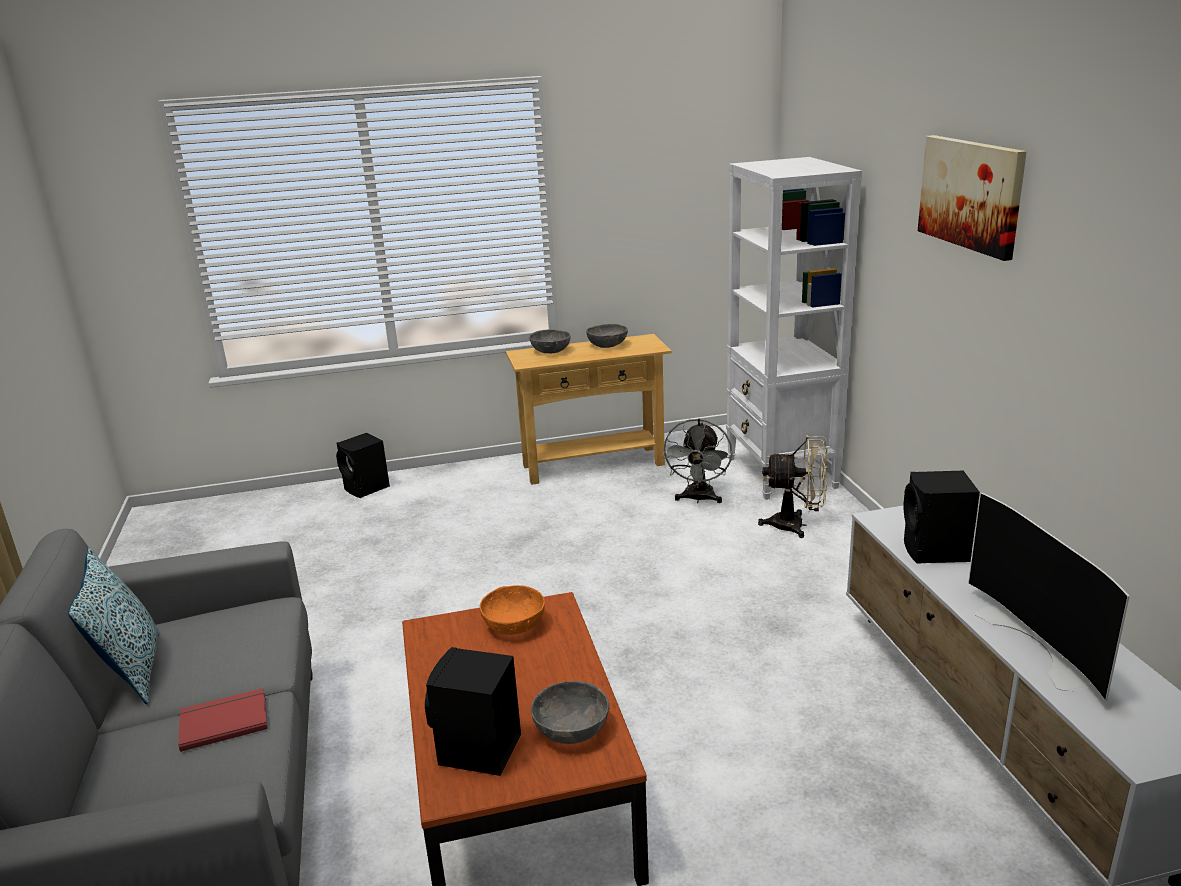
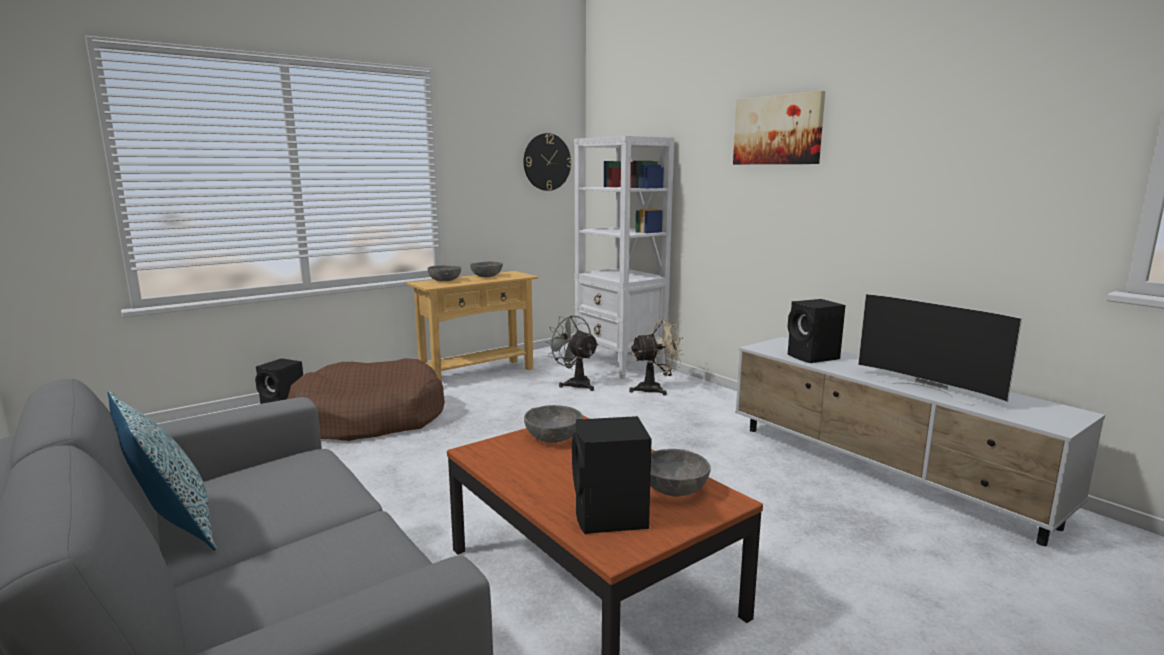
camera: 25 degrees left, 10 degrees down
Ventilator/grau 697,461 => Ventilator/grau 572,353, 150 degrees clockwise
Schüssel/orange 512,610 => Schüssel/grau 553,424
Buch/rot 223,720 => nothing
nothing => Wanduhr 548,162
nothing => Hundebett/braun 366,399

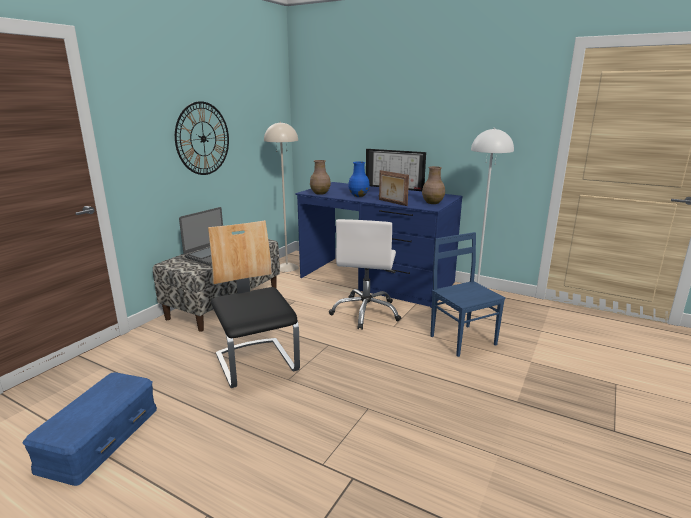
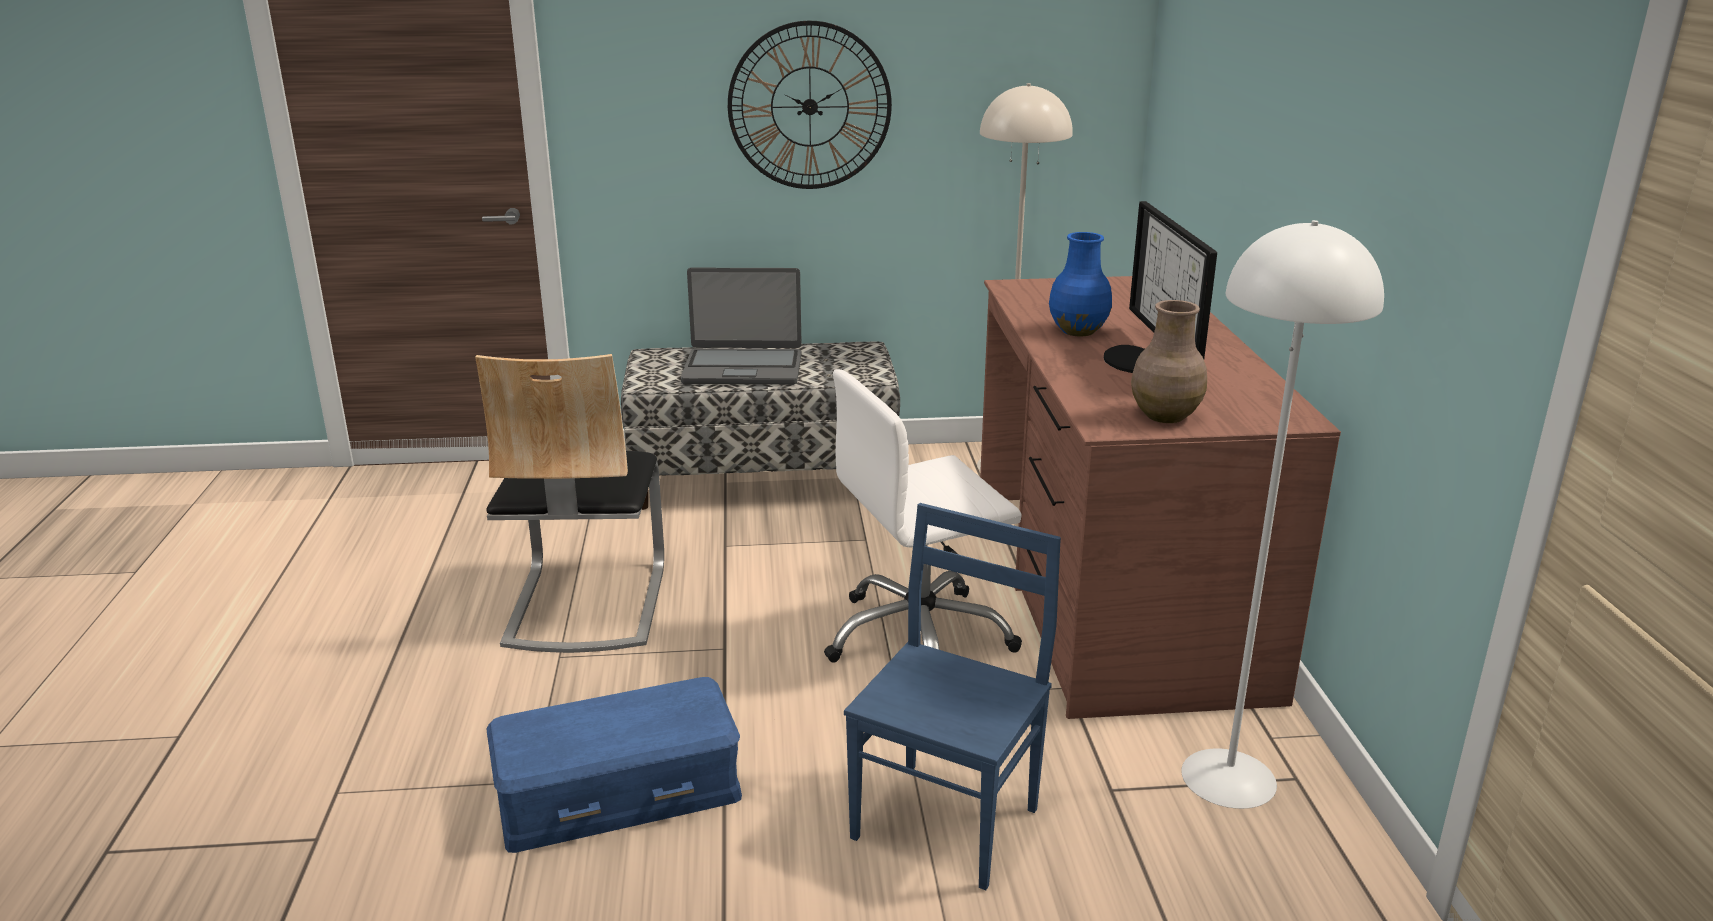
camera: 55 degrees right, 5 degrees up
Vase/braun 320,177 => nothing
Bilderrahmen 394,188 => nothing
Schreibtisch/blau 379,245 => Schreibtisch/braun 1160,497
Stuhl 254,304 => Stuhl 569,503, 150 degrees clockwise
Aufbewahrungsbox/blau 89,429 => Aufbewahrungsbox/blau 614,765, shifted

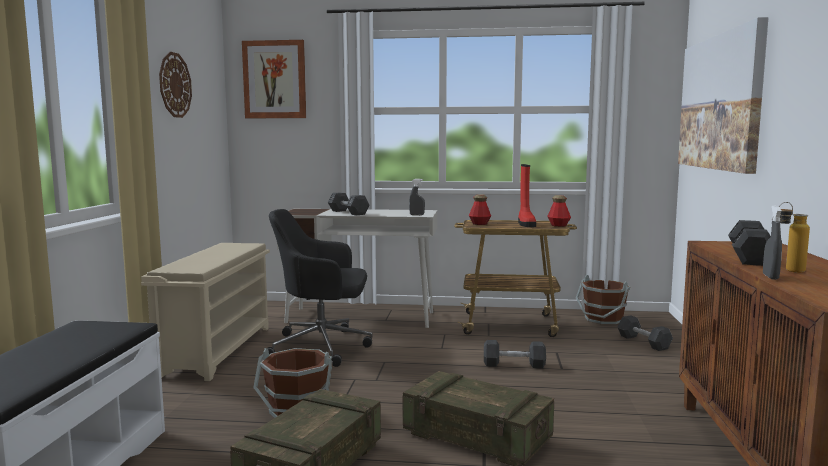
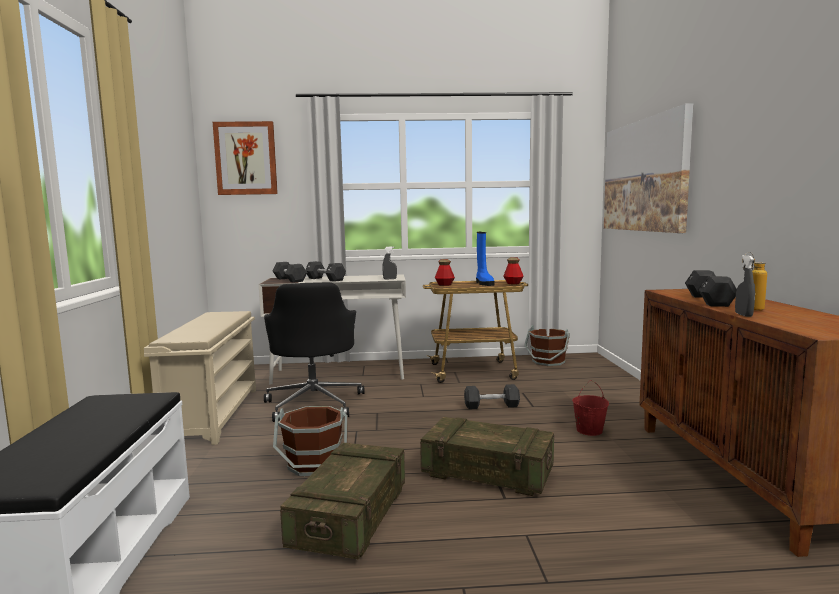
camera: 10 degrees left, 0 degrees up
Wanduhr 175,85 => nothing
Stiefel/rot 527,195 => Stiefel/blau 485,259
Bürostuhl/schwarz 320,288 => Bürostuhl/schwarz 314,352, 90 degrees counterclockwise
Hantel/schwarz 645,333 => Hantel/schwarz 290,272, shifted
nothing => Eimer/rot 590,408

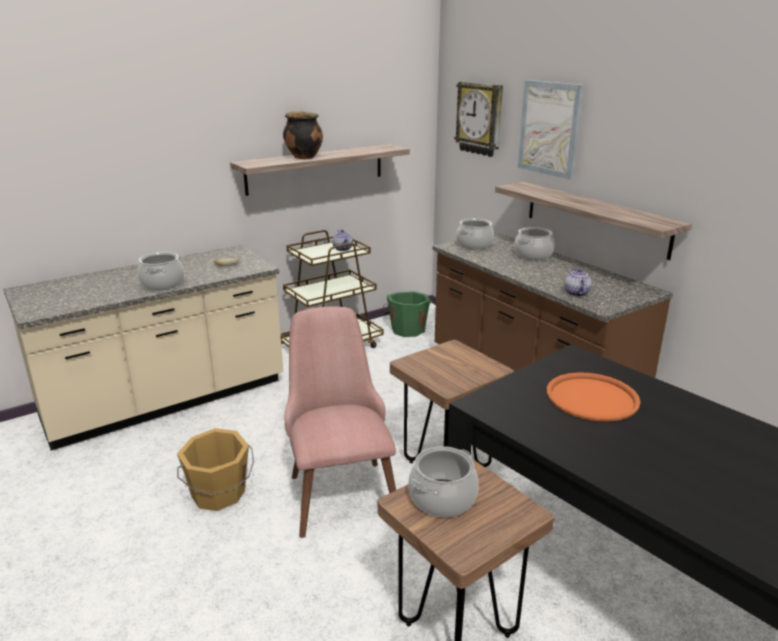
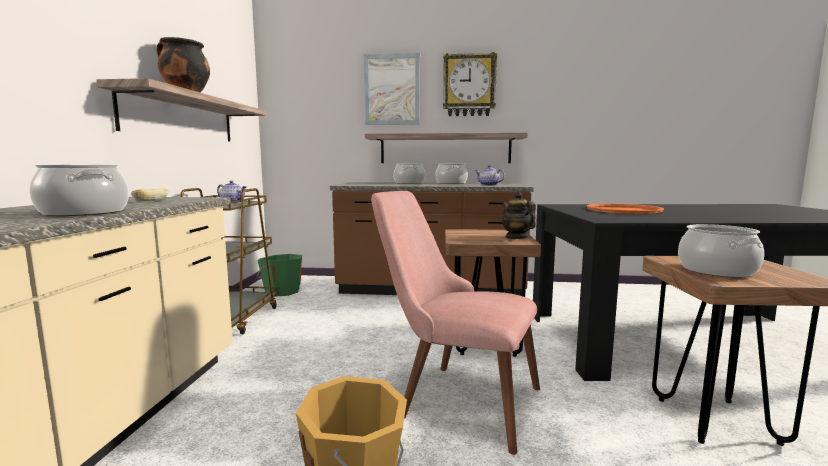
camera: 50 degrees left, 15 degrees down
Wanduhr 478,119 => Wanduhr 470,84, shifted
Kochtopf 475,234 => Kochtopf 451,174, shifted
nothing => Teekanne 519,215

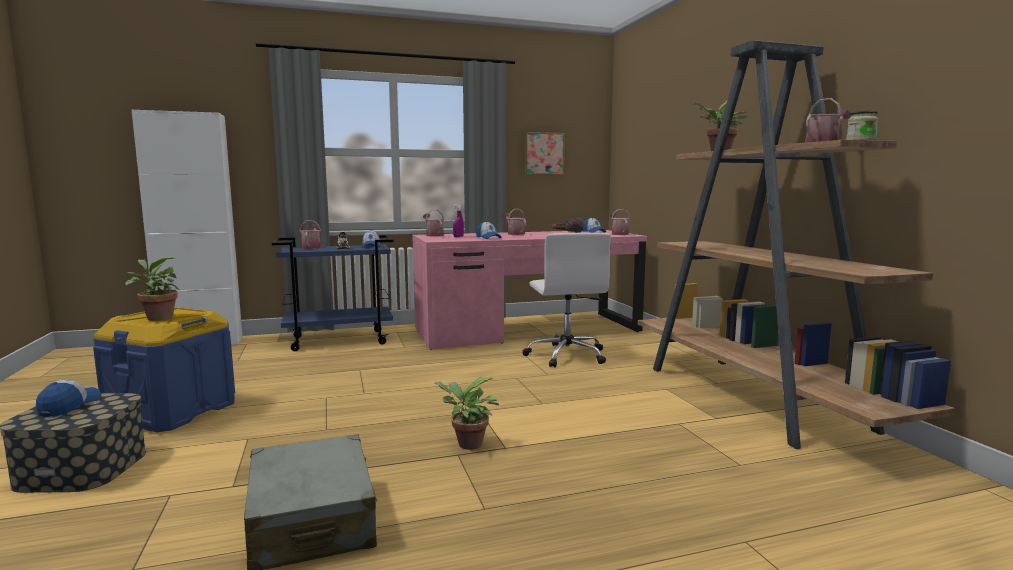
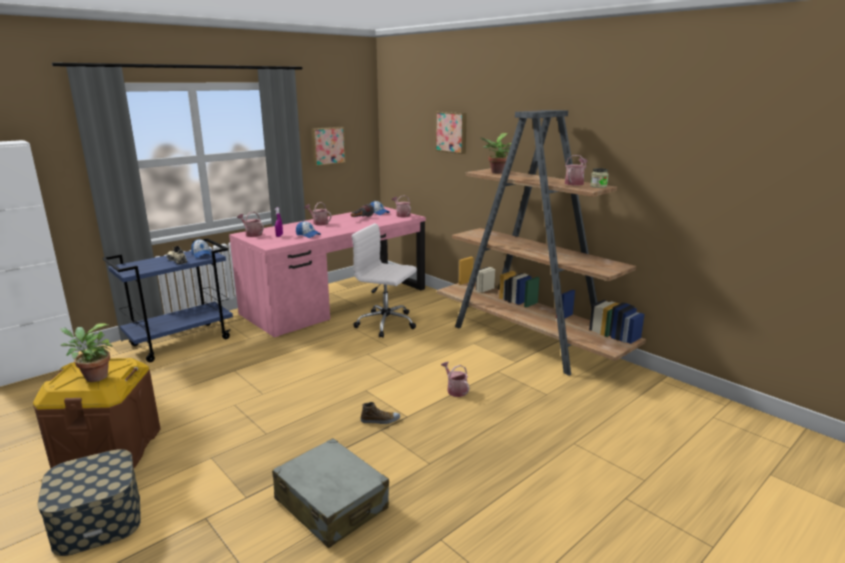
camera: 25 degrees left, 10 degrees up
Gießkanne 310,234 => Gießkanne 455,379, shifted
Bürostuhl/weiß 566,299 => Bürostuhl/weiß 384,280, 150 degrees clockwise
Aufbewahrungsbox/blau 164,369 => Aufbewahrungsbox/braun 97,413
Topfpflanze 467,413 => Schuh 380,413
Kappe 68,398 => nothing
nothing => Bild 451,132

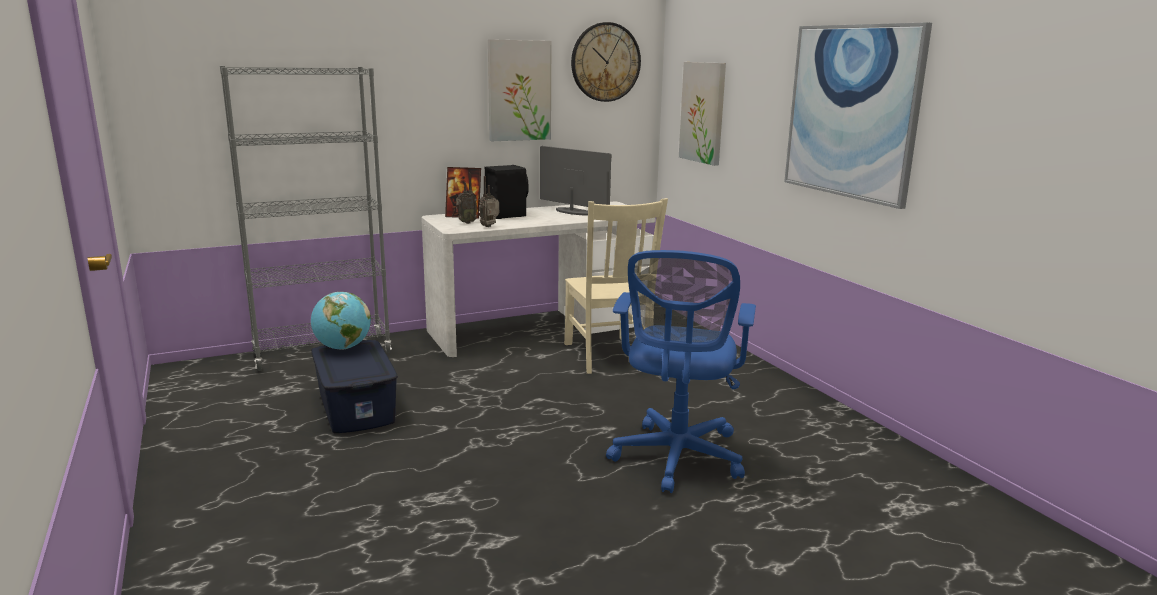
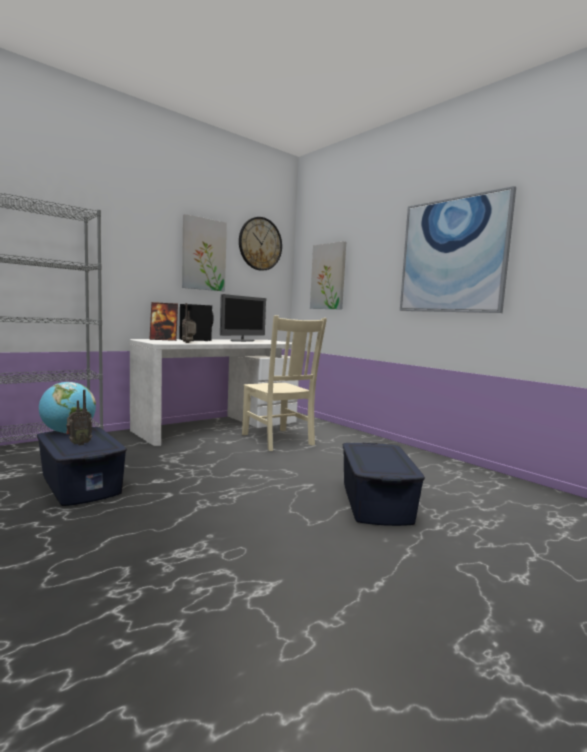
camera: 15 degrees left, 10 degrees down
Monitor 575,180 => Monitor 243,318, 105 degrees clockwise
Radio 466,198 => Radio 79,418, shifted
Bürostuhl/blau 681,371 => Aufbewahrungsbox/blau 384,484

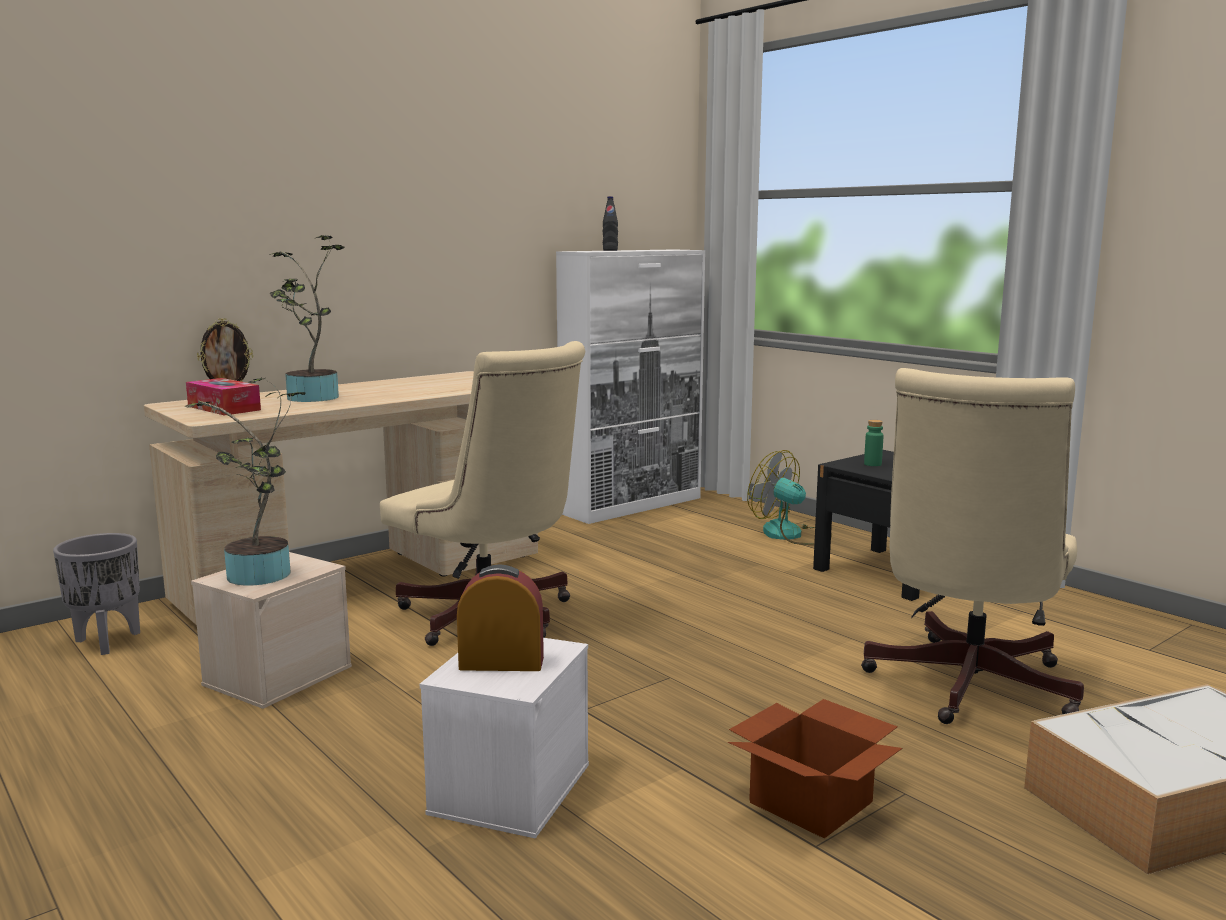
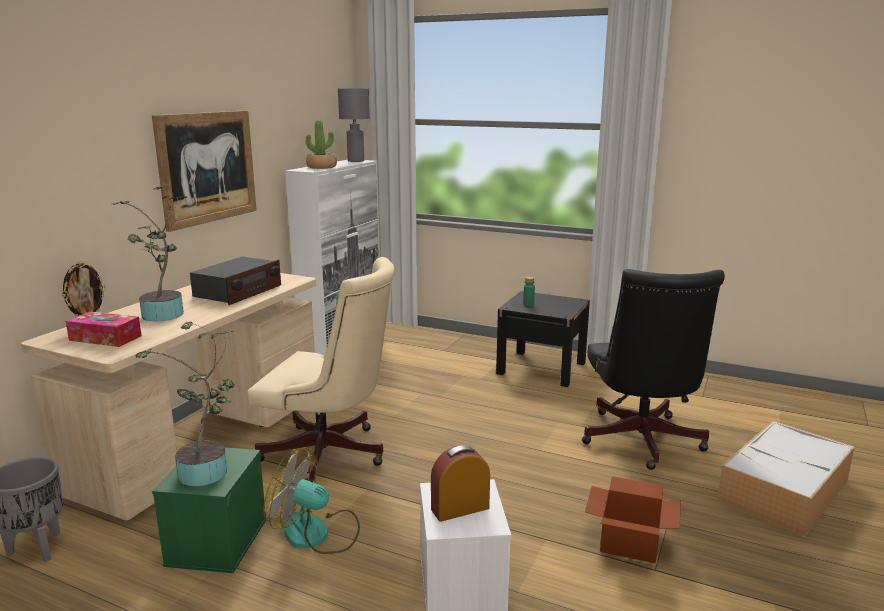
camera: 25 degrees left, 5 degrees up
Flasche/schwarz 610,223 => Topfpflanze 321,144
Bürostuhl/beige 972,546 => Bürostuhl/schwarz 653,369
Ventilator 789,497 => Ventilator 311,501, shifted
Aufbewahrungsbox/beige 271,630 => Aufbewahrungsbox/grün 209,510
nothing => Tischlampe/grau 354,125
nothing => Bild 204,171
nothing => Radio 235,281

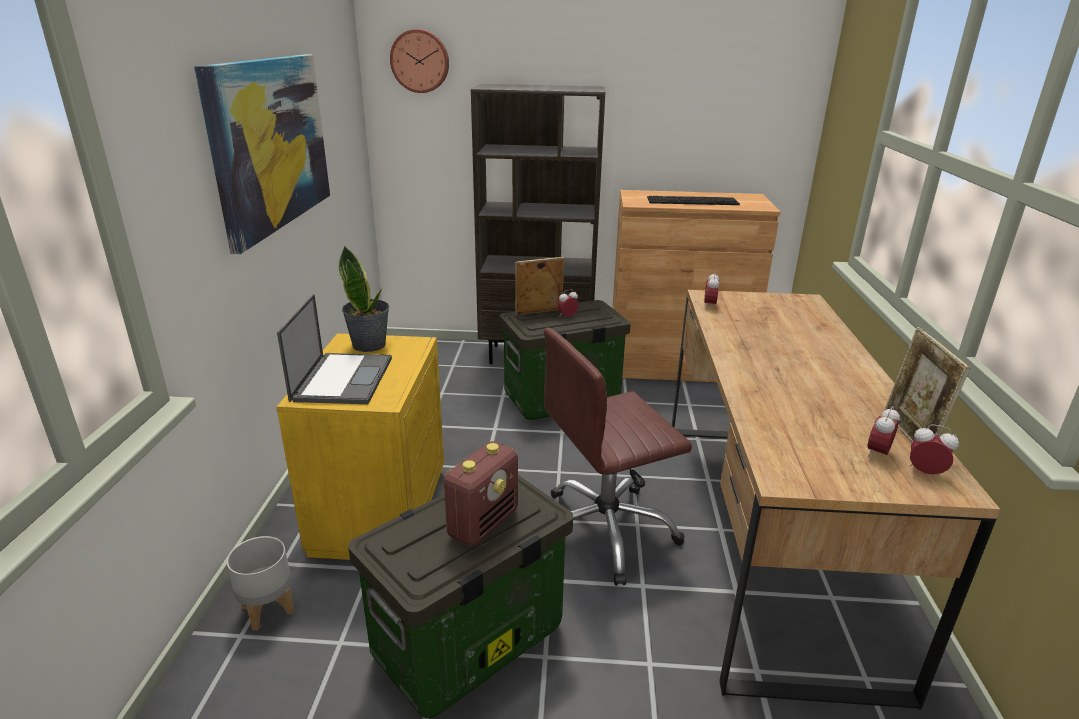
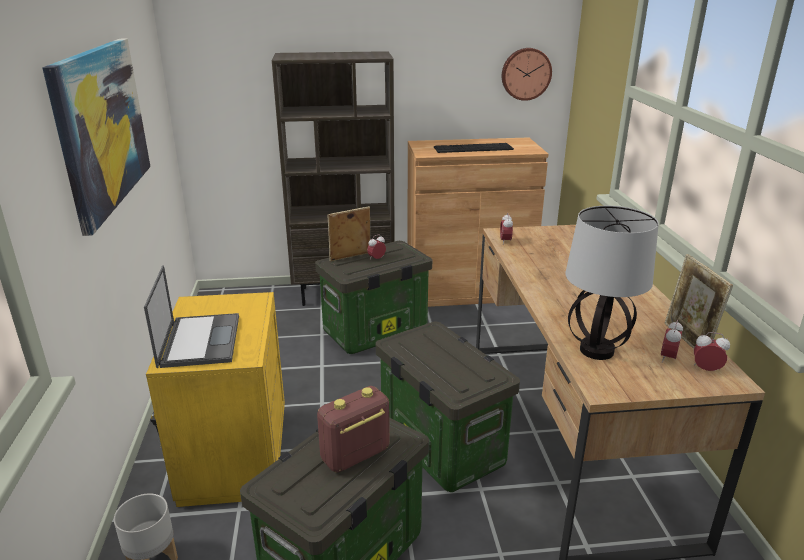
camera: 10 degrees left, 0 degrees up
Wanduhr 419,61 => Wanduhr 527,74, shifted
Topfpflanze 364,298 => nothing
Bürostuhl/braun 618,457 => Aufbewahrungsbox 448,407
Radio 481,493 => Radio 353,429, 150 degrees counterclockwise
nothing => Tischlampe 612,283

